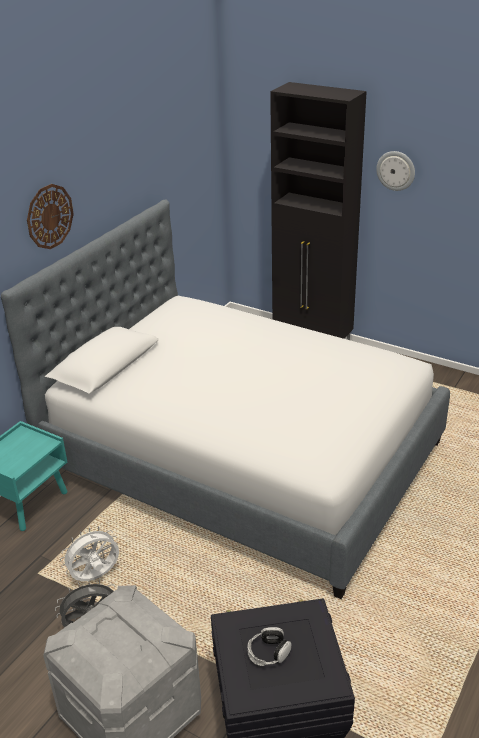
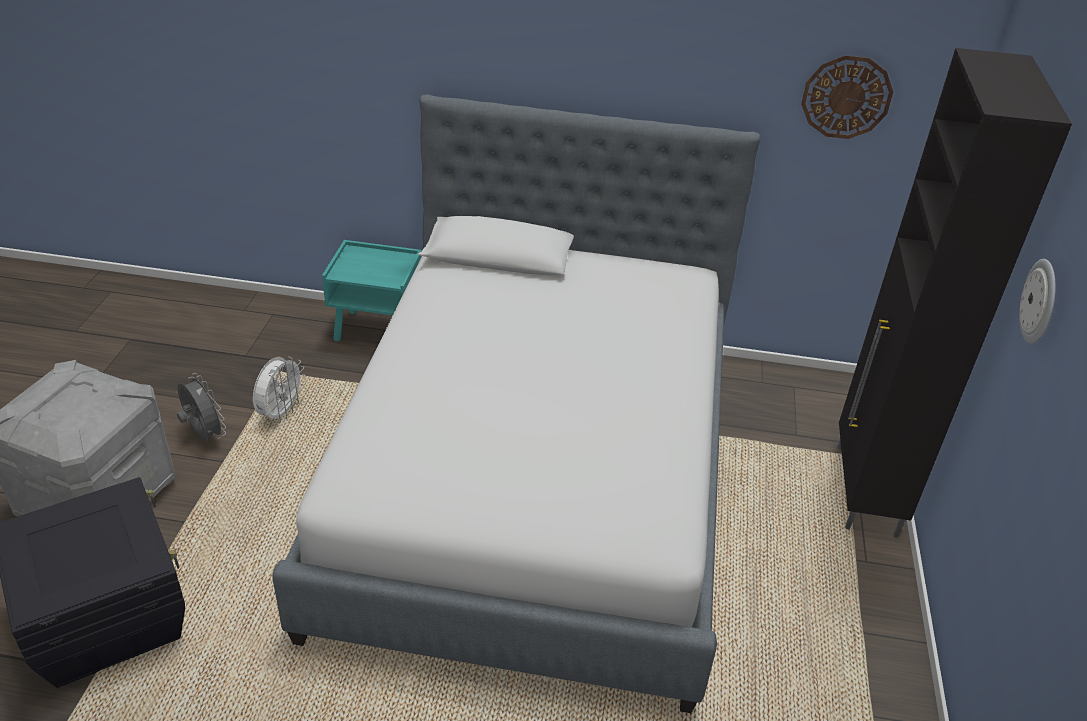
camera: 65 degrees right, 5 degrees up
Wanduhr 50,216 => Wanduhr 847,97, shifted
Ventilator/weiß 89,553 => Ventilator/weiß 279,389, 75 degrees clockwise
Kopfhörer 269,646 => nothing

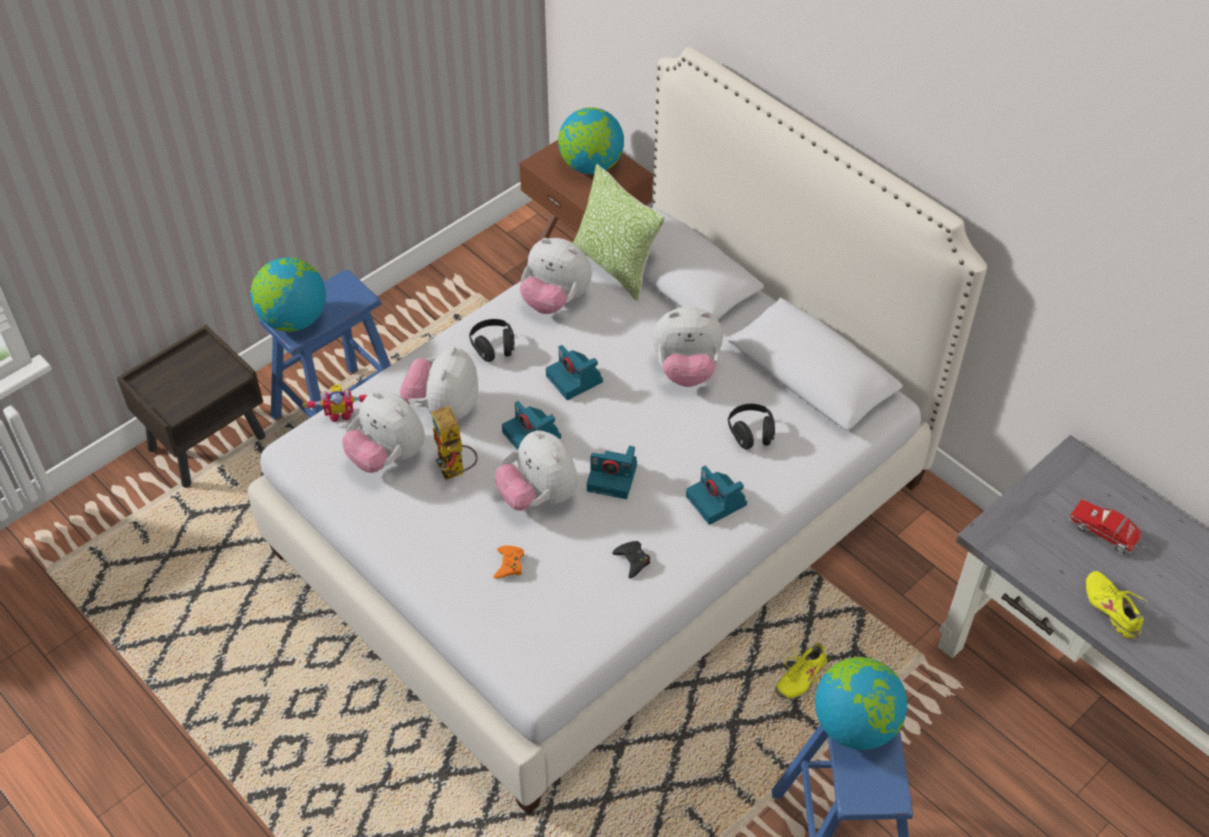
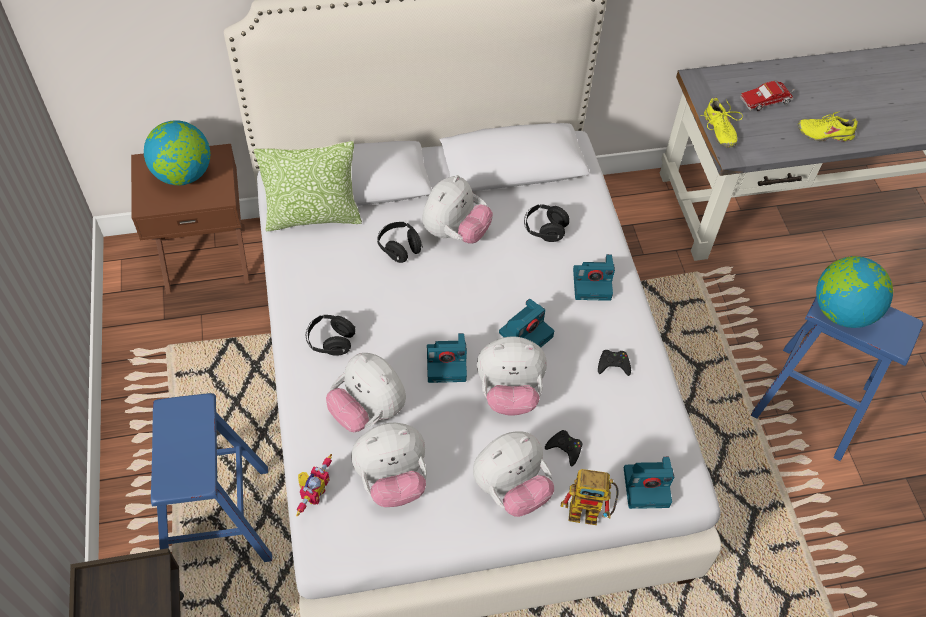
camera: 60 degrees left, 5 degrees up
Plüschtier 556,276 => Plüschtier 513,474, shifted
Globus 288,294 => nothing
Kamera 574,372 => Kamera 649,483, shifted
Spielzeugroboter 454,443 => Spielzeugroboter 590,497, shifted
Gamepad/orange 509,562 => Gamepad/schwarz 563,448
Schuh/gelb 802,670 => Schuh/gelb 721,122, shifted
nothing => Kopfhörer/schwarz 400,242

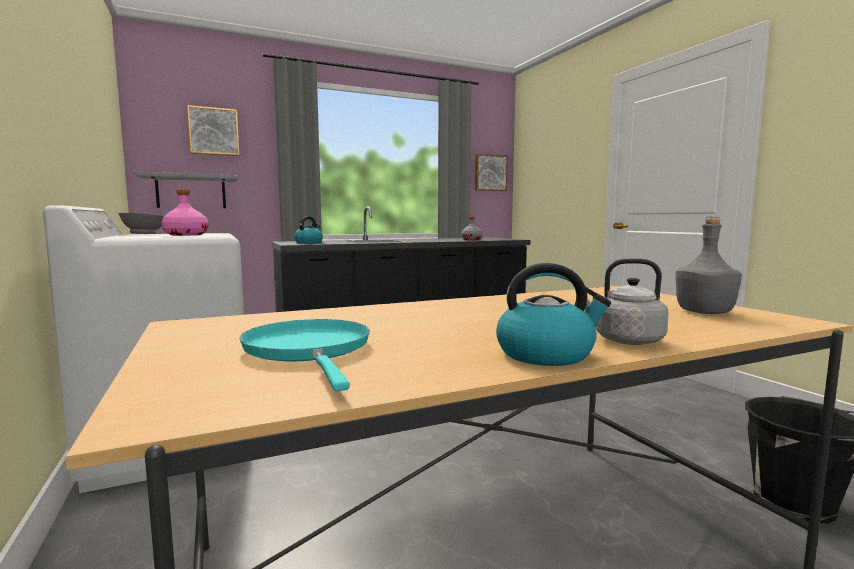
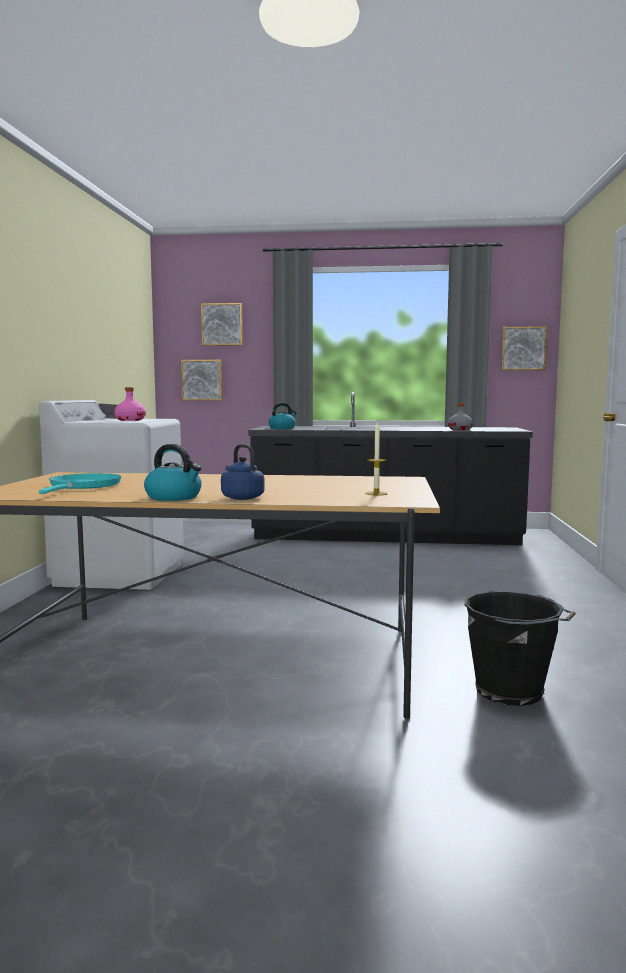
camera: 30 degrees right, 0 degrees up
Wandregal/grau 186,190 => Bild 201,380
Flasche/grau 708,265 => Kerze 376,458
Wasserkessel/grau 627,301 => Wasserkessel/blau 243,472

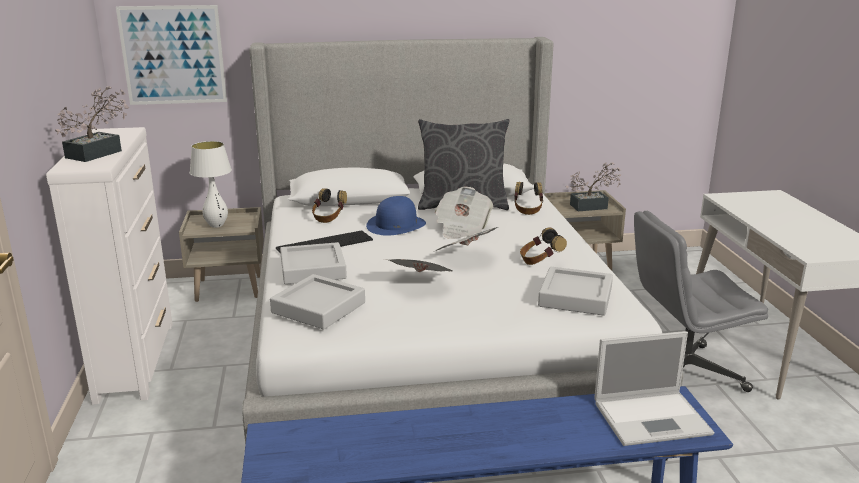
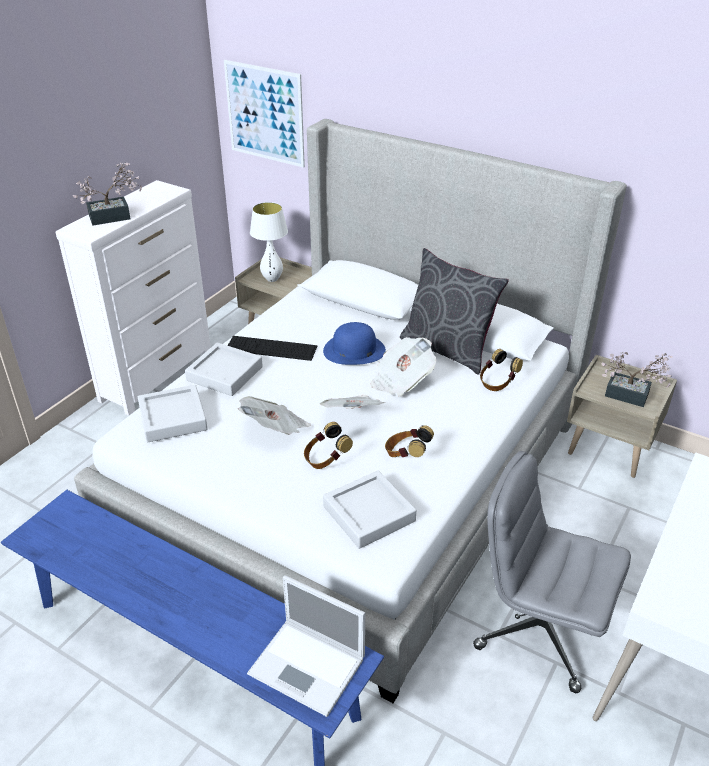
camera: 40 degrees right, 15 degrees up
Kopfhörer 329,205 => Kopfhörer 328,445, shifted

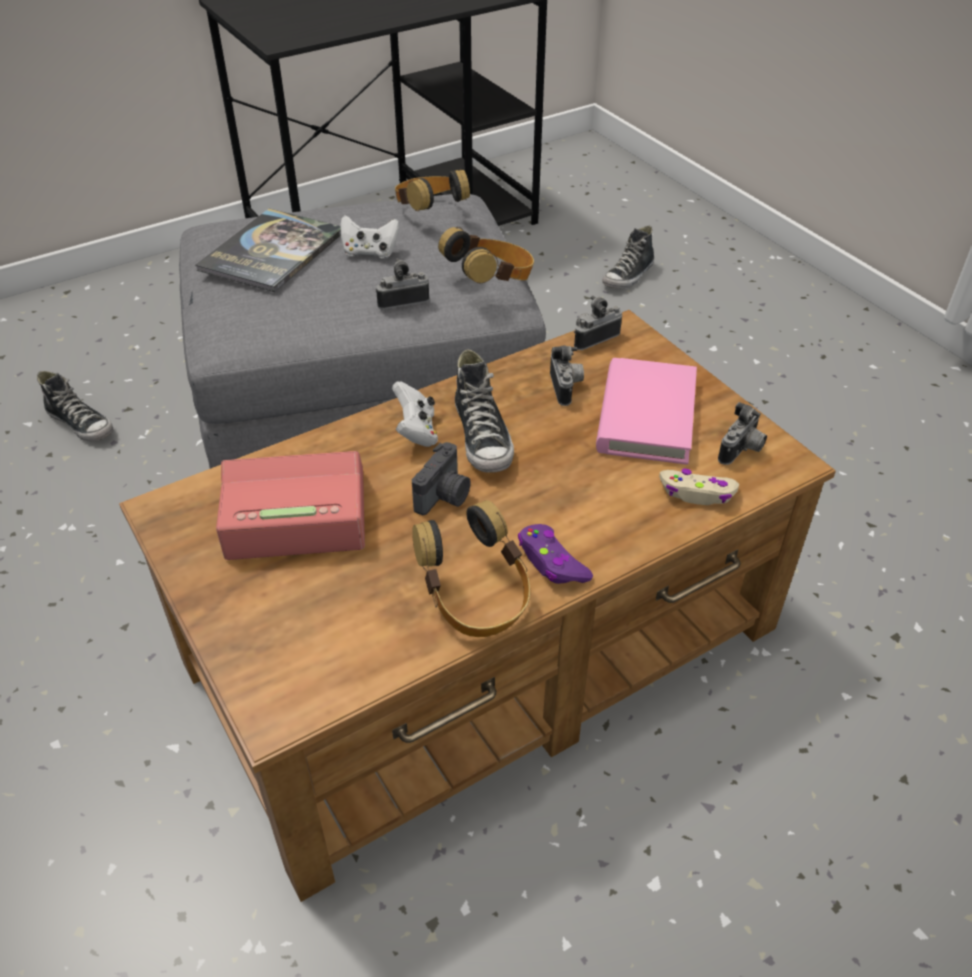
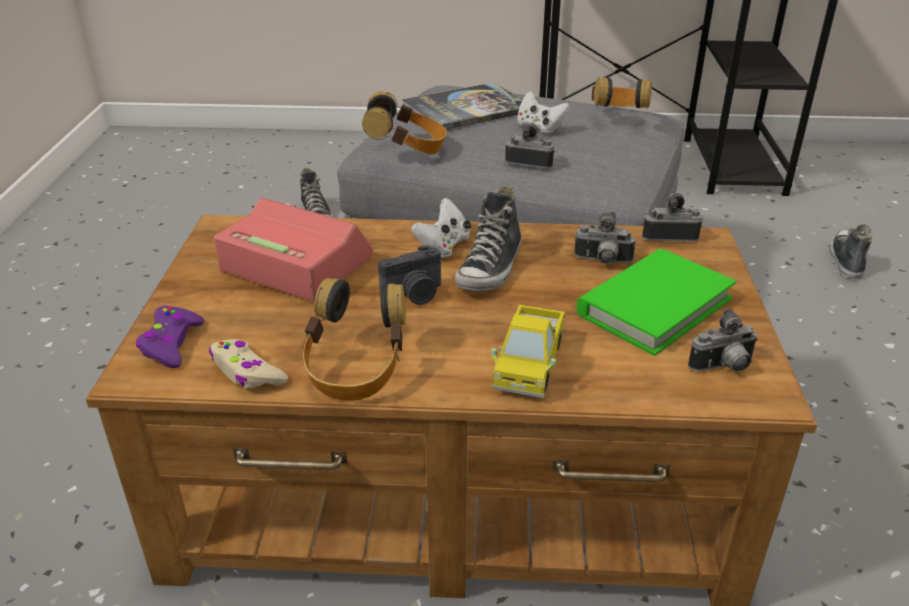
camera: 35 degrees right, 10 degrees down
Schuh 628,257 => Schuh 851,251, 120 degrees clockwise
Kopfhörer 486,255 => Kopfhörer 404,123, shifted
Kamera 567,375 => Kamera 605,237, 75 degrees clockwise
Buch/rosa 646,411 => Buch/grün 656,302
Gamepad/beige 699,486 => Gamepad/beige 248,363, shifted
Gamepad/lila 555,554 => Gamepad/lila 170,337, shifted
nothing => Spielzeuglaster 528,351

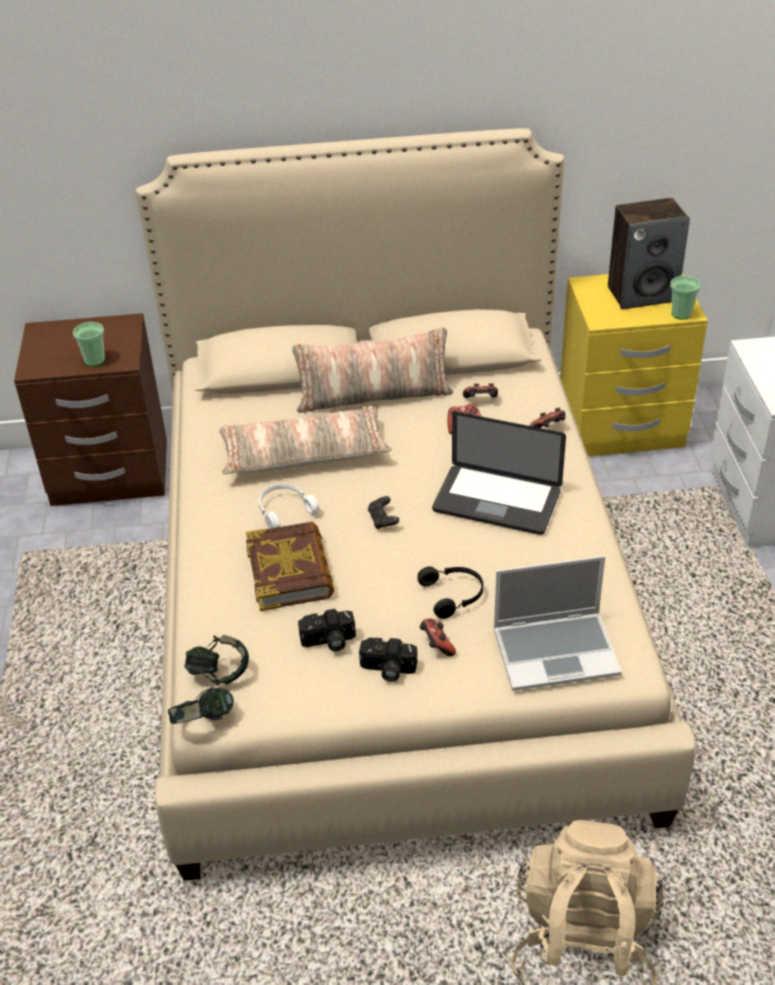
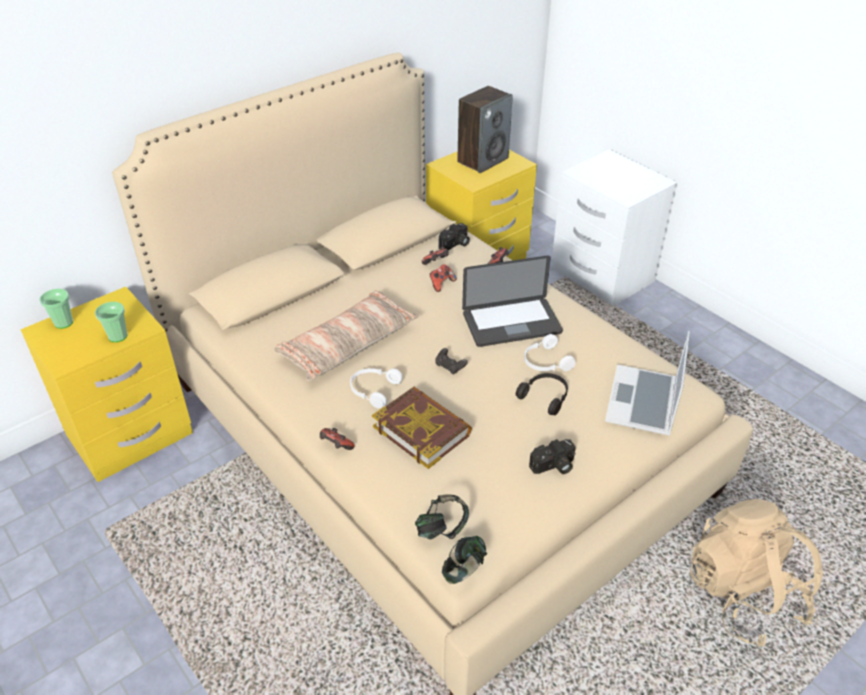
camera: 35 degrees left, 0 degrees up
Tasse 685,297 => Tasse 56,309, shifted
Nachttisch/braun 90,409 => Nachttisch/gelb 106,384
Kissen 372,370 => nothing
Laptop 558,623 => Laptop 647,383, 150 degrees clockwise
Kamera 327,630 => Kamera 454,236, shifted
Gamepad 438,637 => Gamepad 337,439, shifted
nothing => Kopfhörer/weiß 549,352

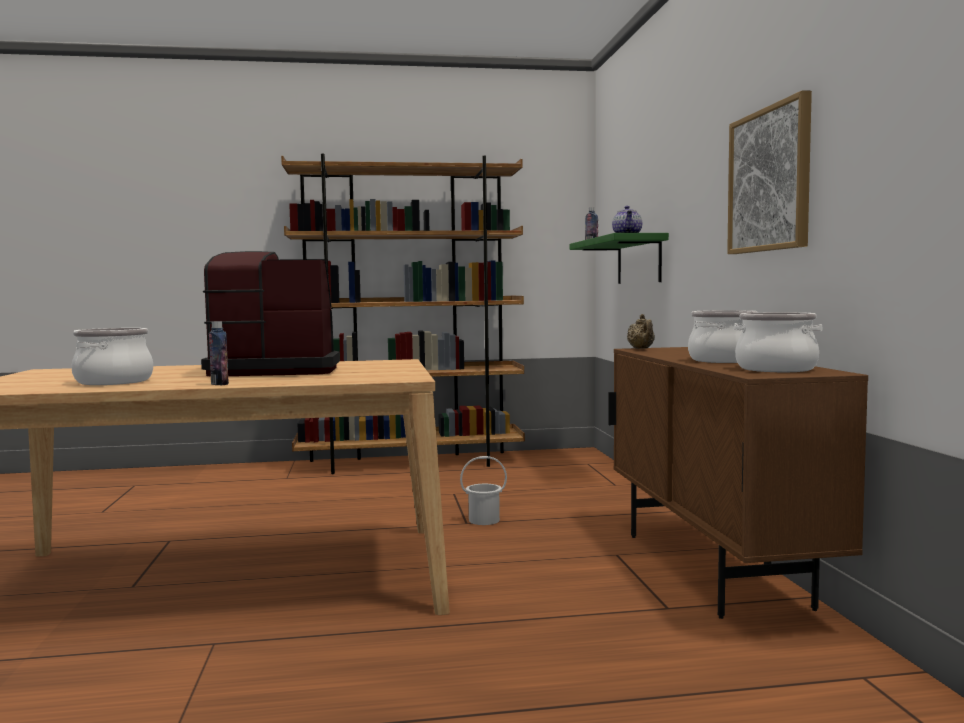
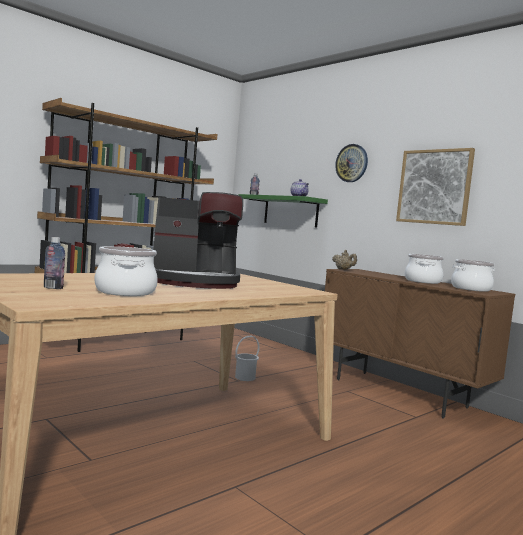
camera: 35 degrees left, 0 degrees up
Kaffeemaschine 270,314 => Kaffeemaschine 198,240, 150 degrees counterclockwise
Flasche 219,353 => Flasche 54,263, shifted
nothing => Wanduhr 351,163

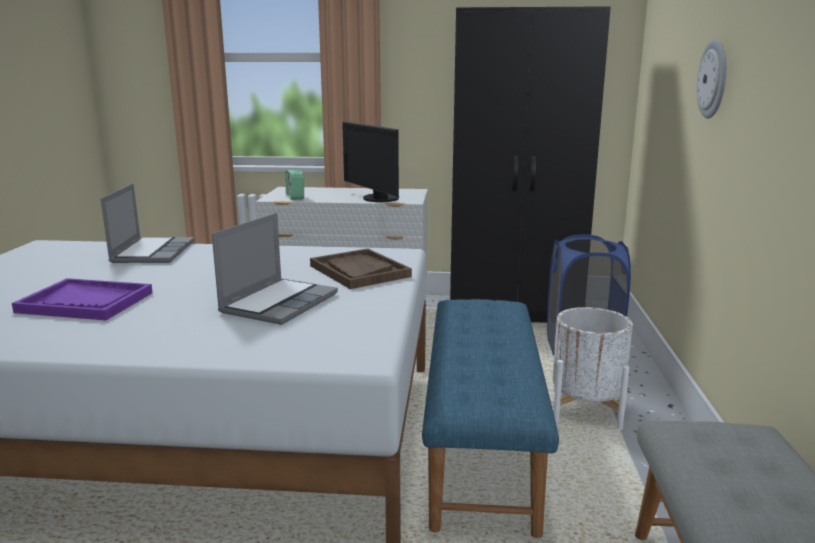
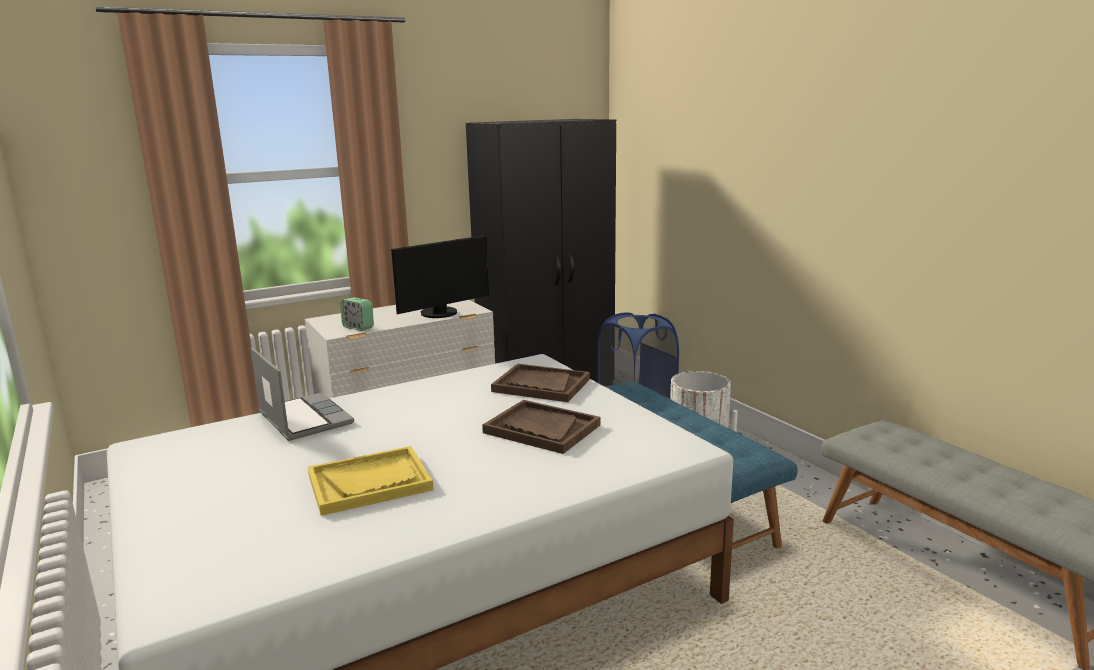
camera: 35 degrees left, 0 degrees up
Wanduhr 712,79 => nothing
Monitor 371,161 => Monitor 440,276, 60 degrees counterclockwise
Laptop 275,269 => Tablett/braun 541,427
Tablett/lila 82,299 => Tablett/gelb 370,481

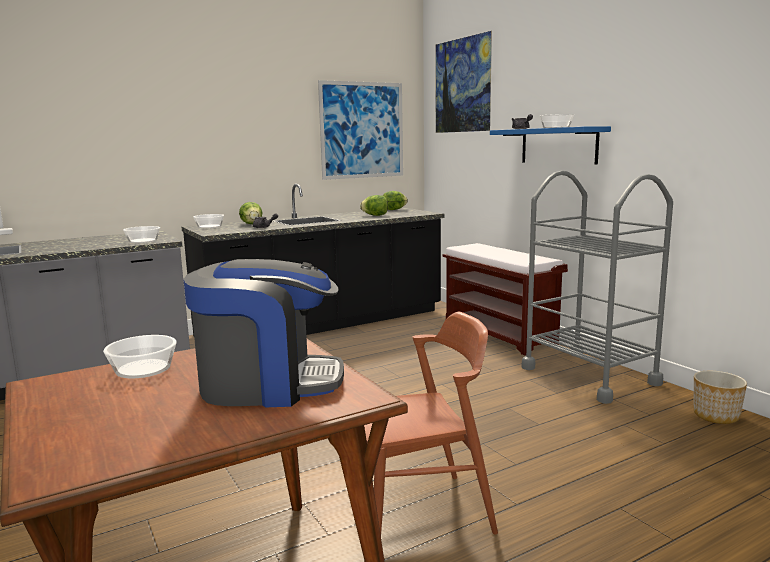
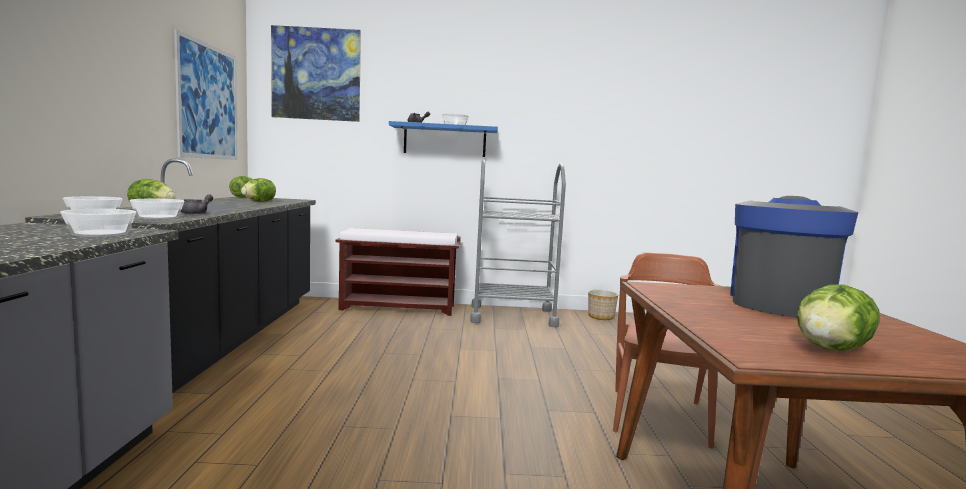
camera: 60 degrees left, 5 degrees down
Schüssel 139,356 => Schüssel 156,209, shifted
nothing => Salatkopf 838,317

